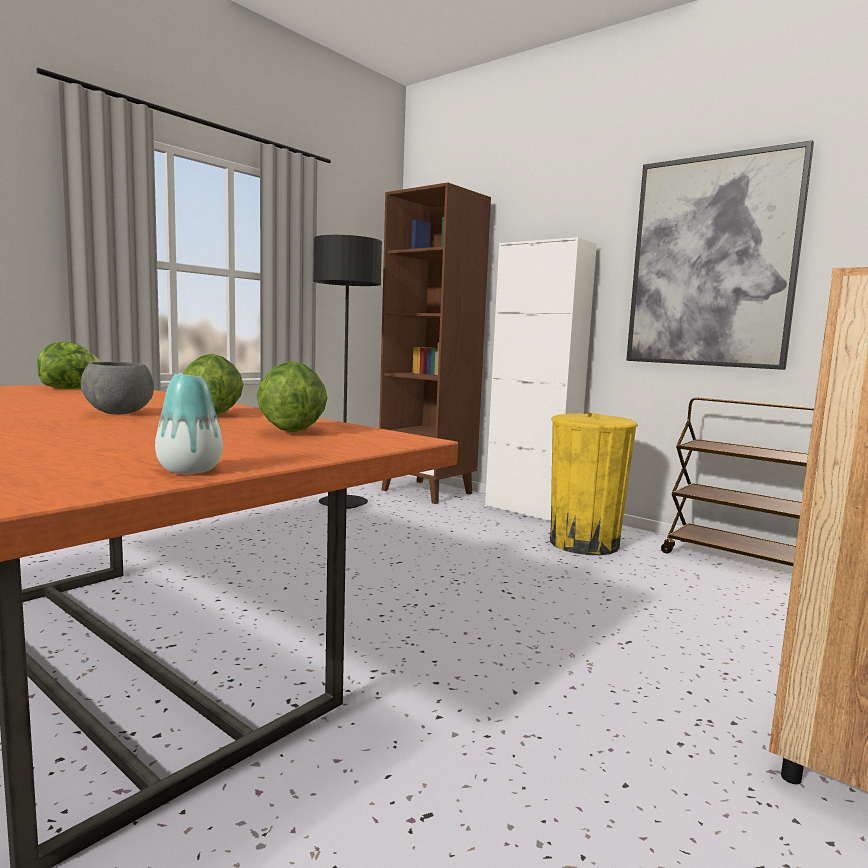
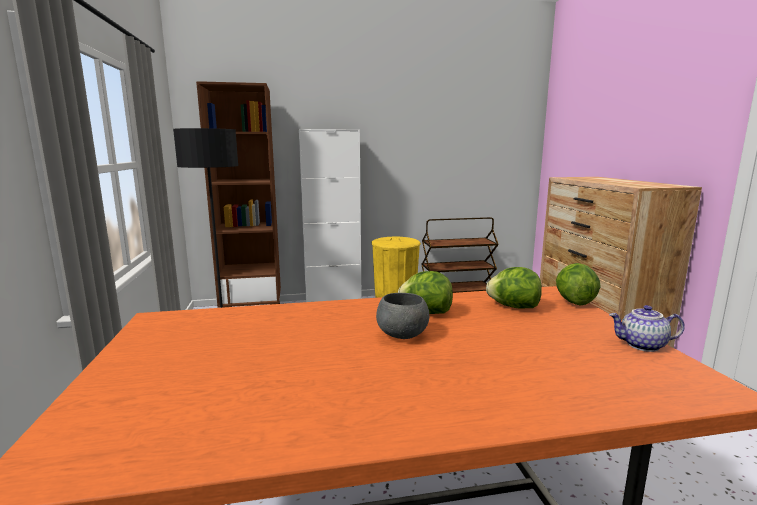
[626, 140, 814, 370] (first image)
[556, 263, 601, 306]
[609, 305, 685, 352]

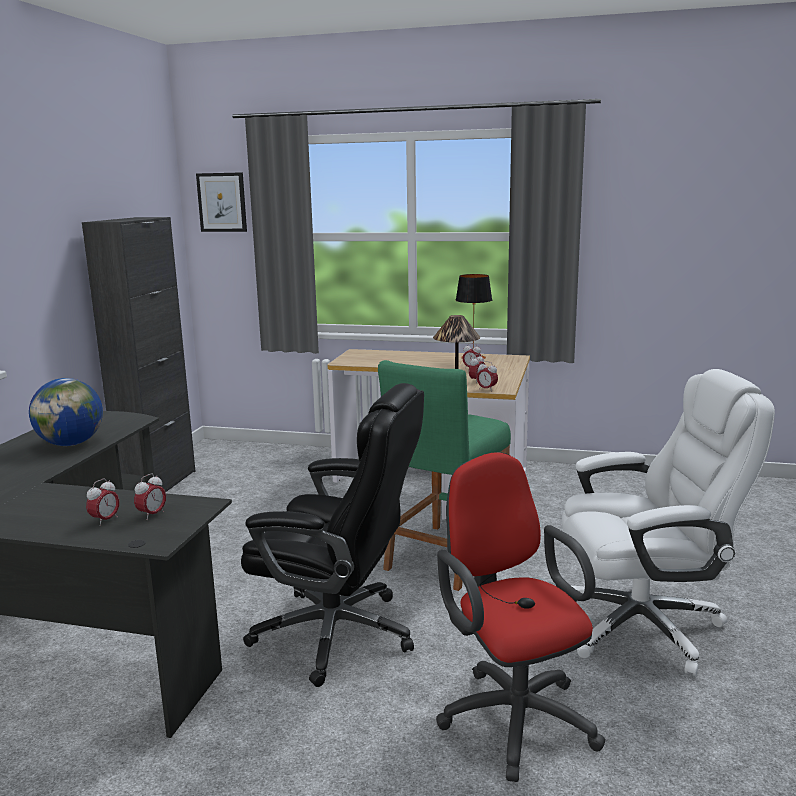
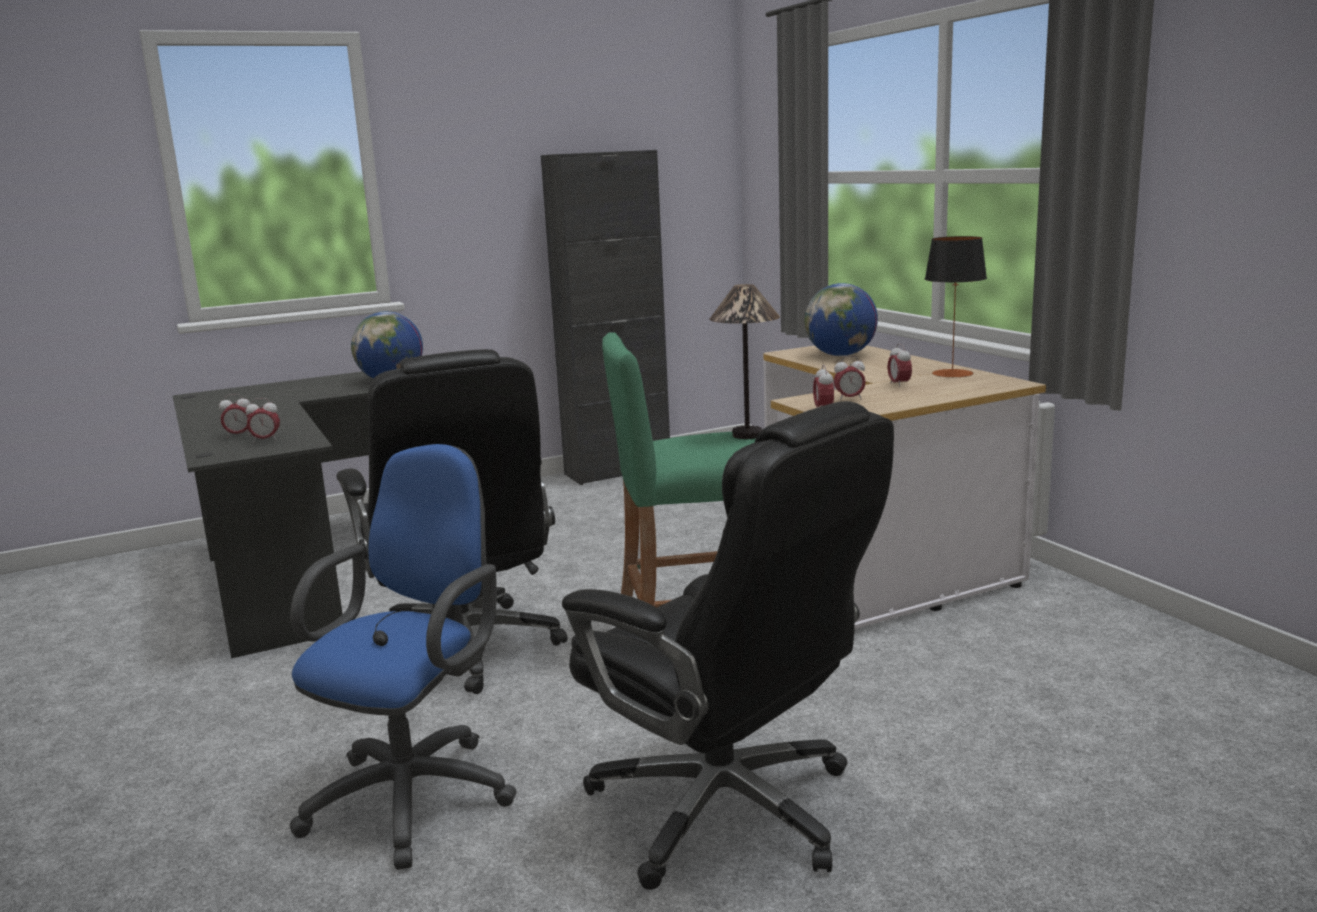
[196, 172, 247, 232] (first image)
[805, 283, 878, 356]
[290, 444, 516, 870]
[562, 401, 894, 890]

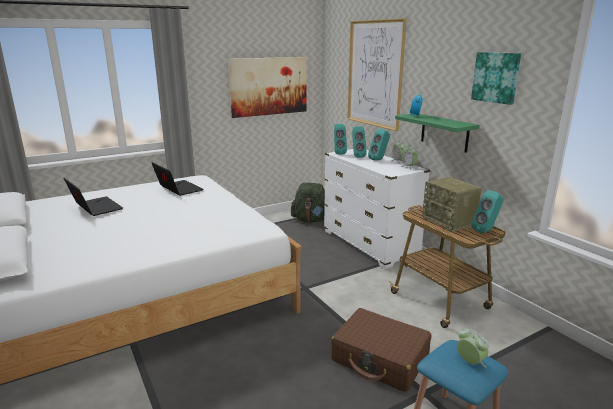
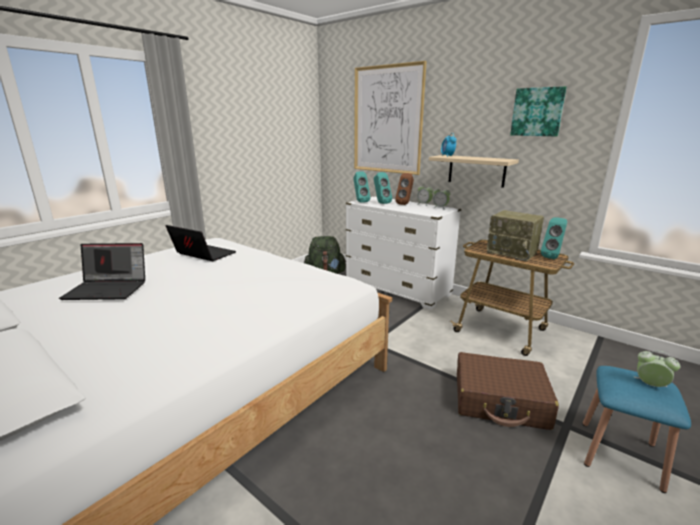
[228, 57, 307, 118] (first image)
[395, 173, 414, 205]
[429, 155, 519, 188]
[59, 243, 145, 300]

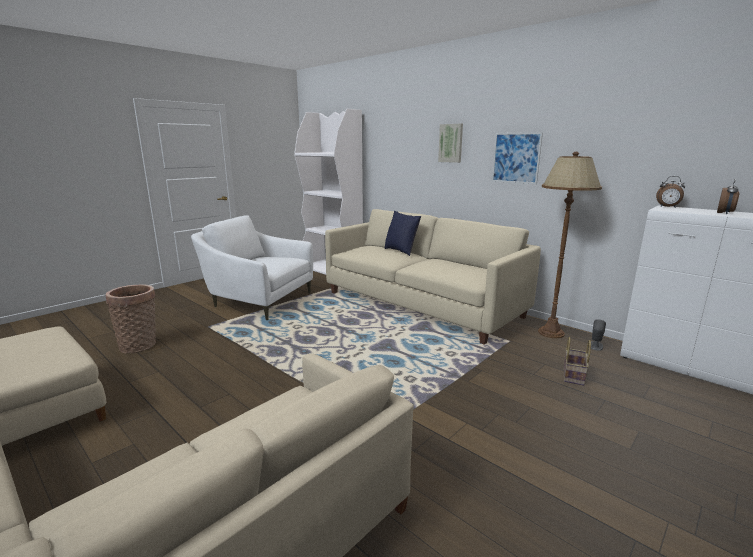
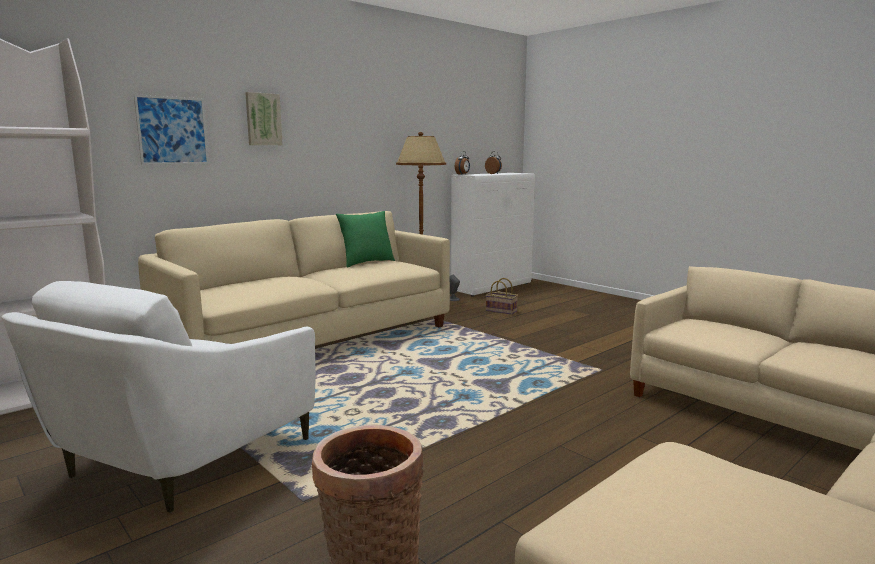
[384, 211, 421, 256] (first image)
[336, 211, 395, 268]
[134, 94, 209, 165]

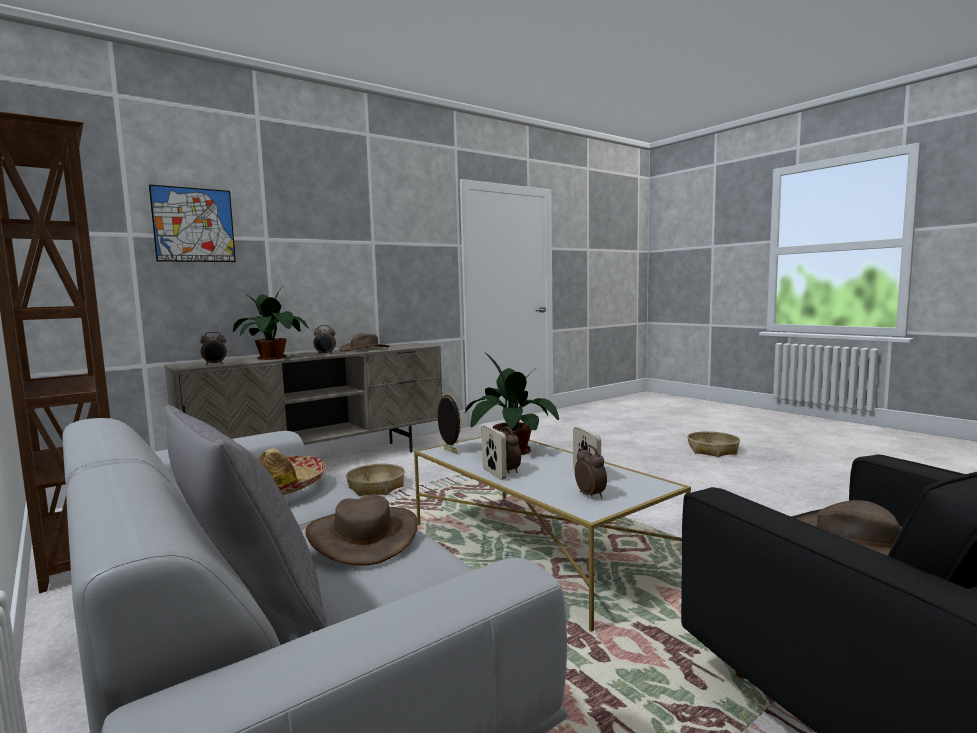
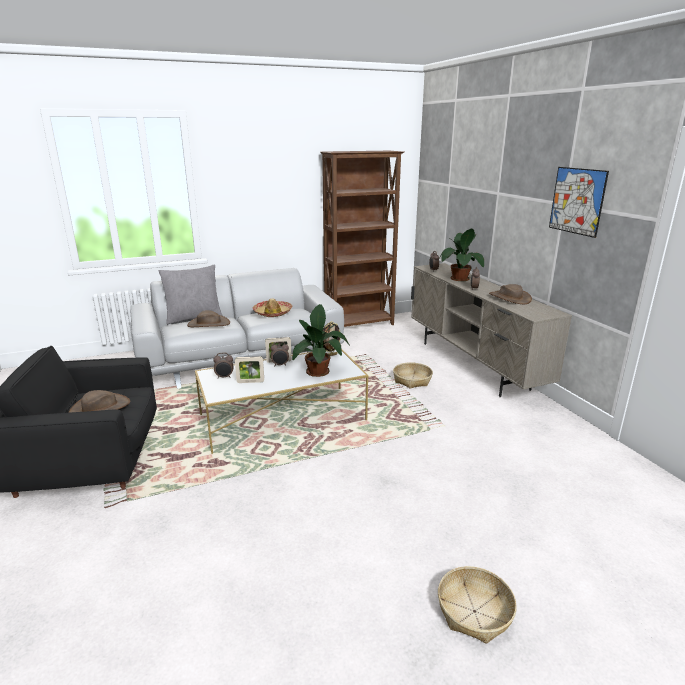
[549, 167, 609, 238]

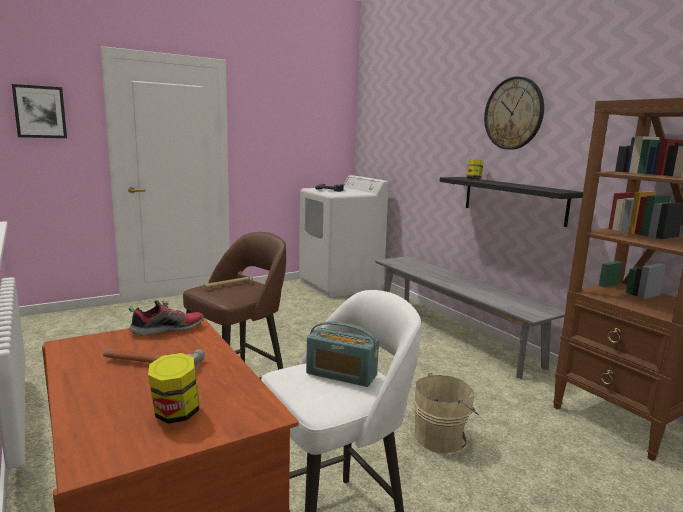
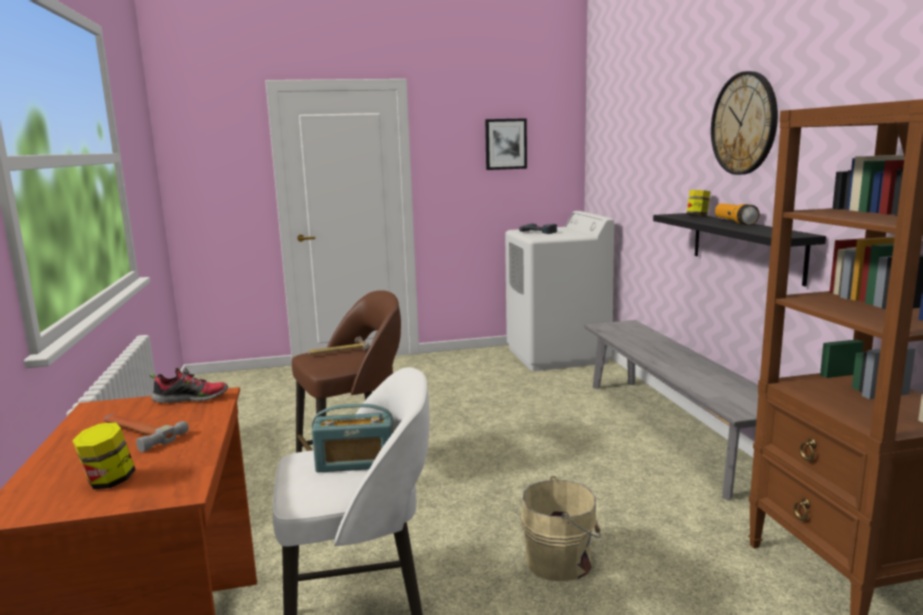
[715, 203, 759, 225]
[485, 118, 527, 170]
[312, 404, 394, 473]

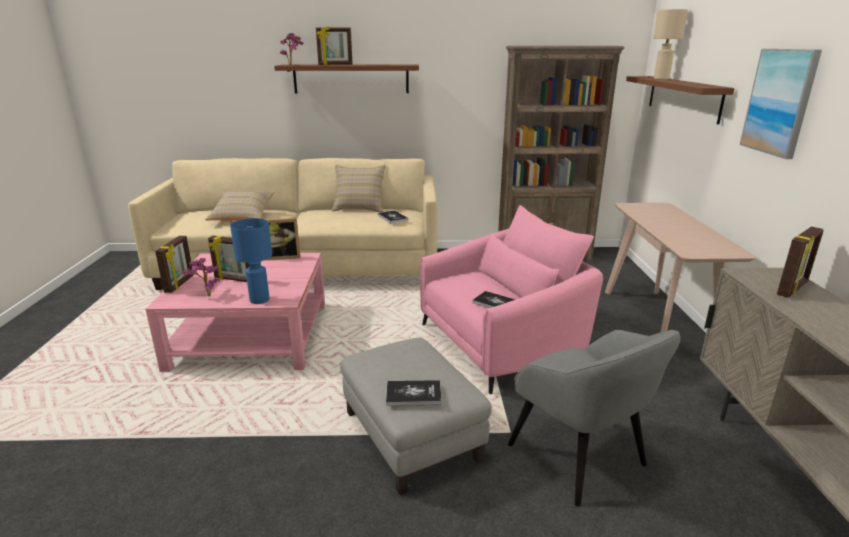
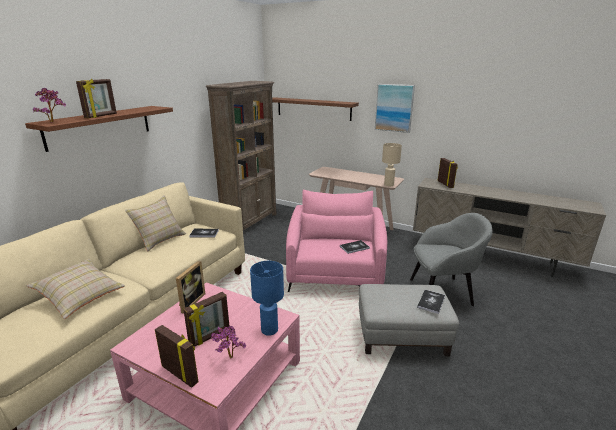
[382, 143, 402, 186]

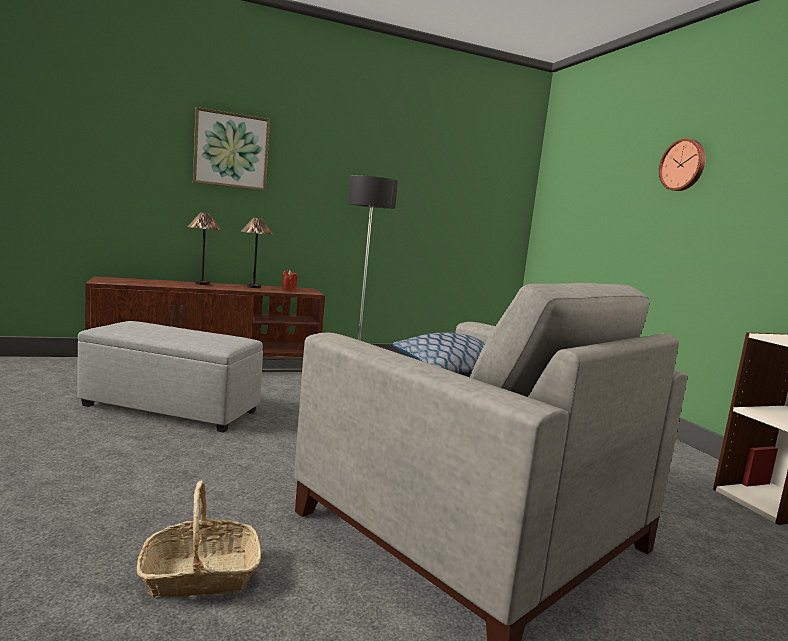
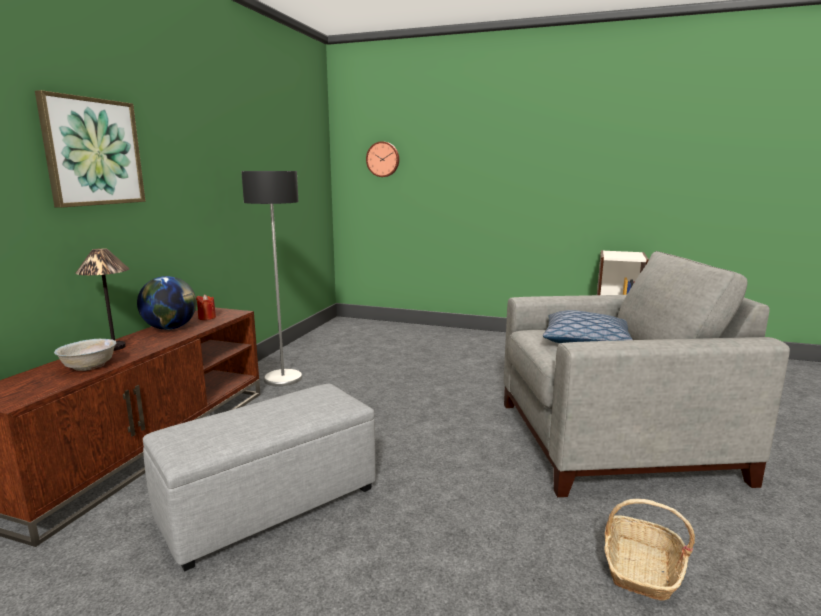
[54, 339, 116, 371]
[366, 141, 399, 177]
[137, 276, 196, 330]

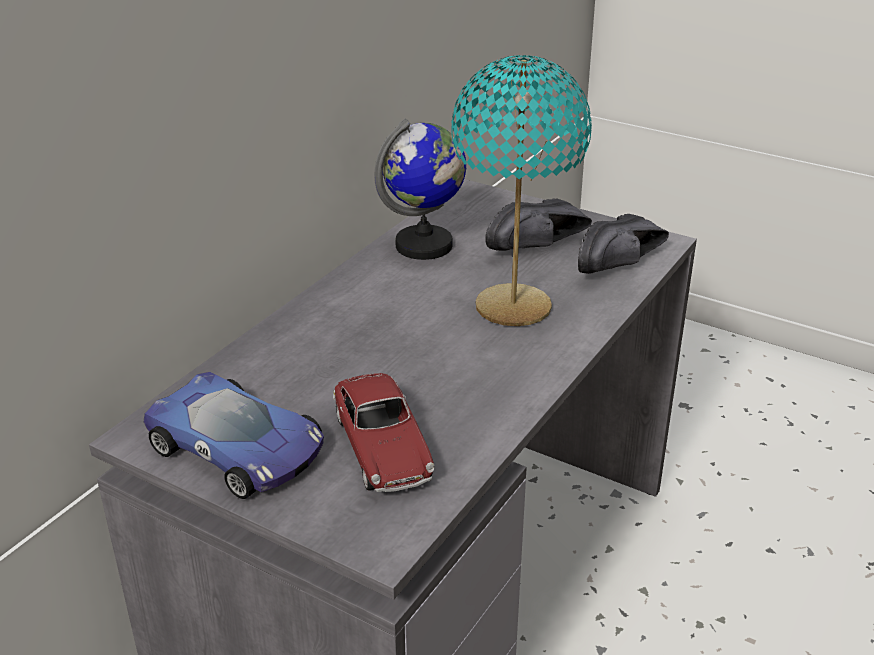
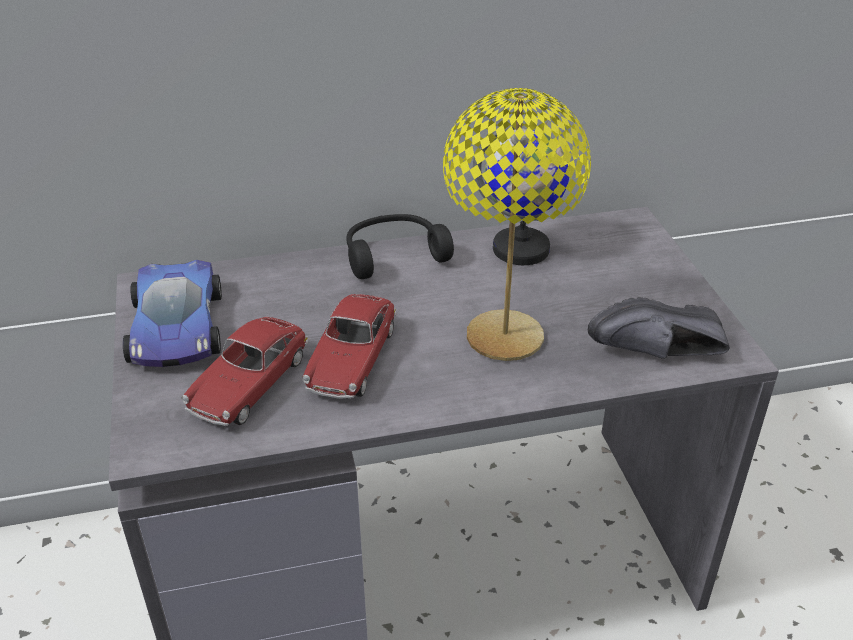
[485, 198, 592, 251] (first image)
[302, 294, 396, 399]
[346, 214, 454, 279]
[443, 88, 591, 361]

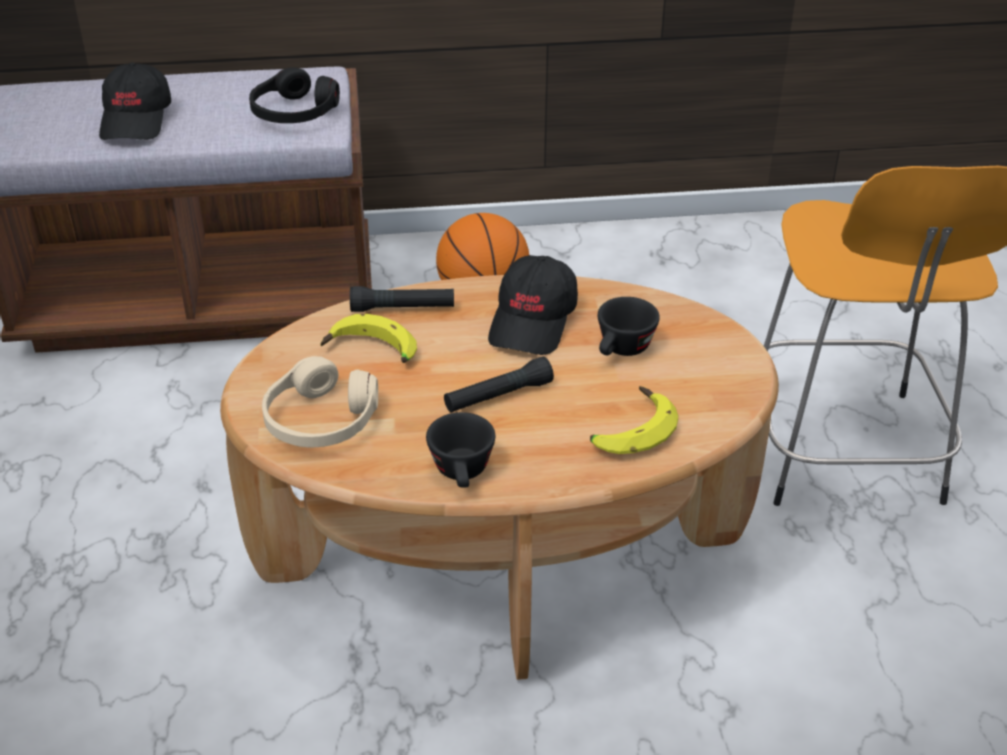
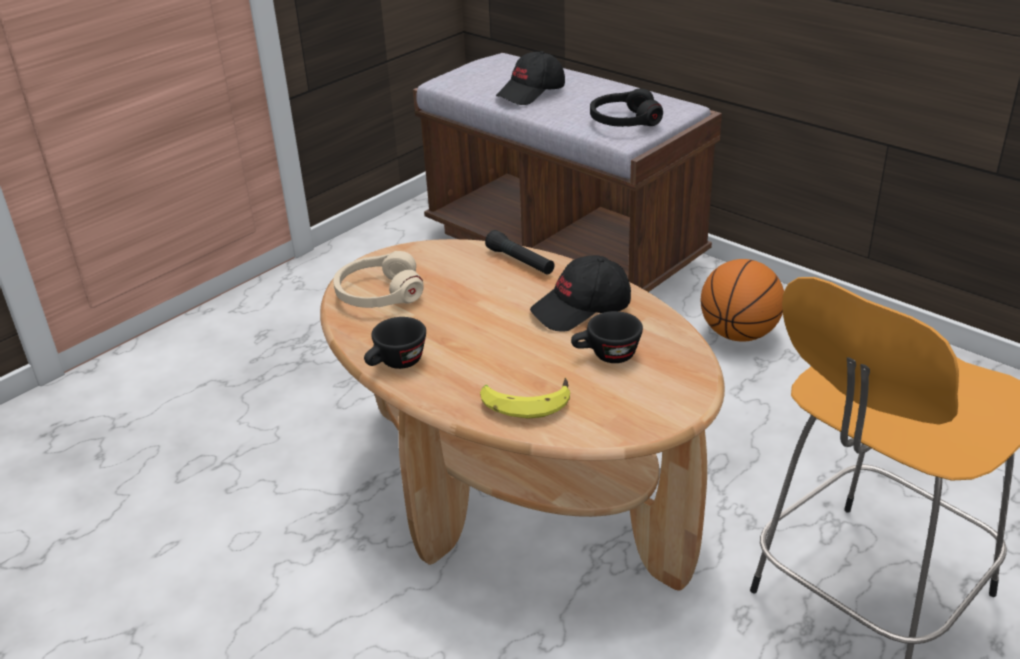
[321, 314, 417, 363] (first image)
[444, 356, 554, 412] (first image)

